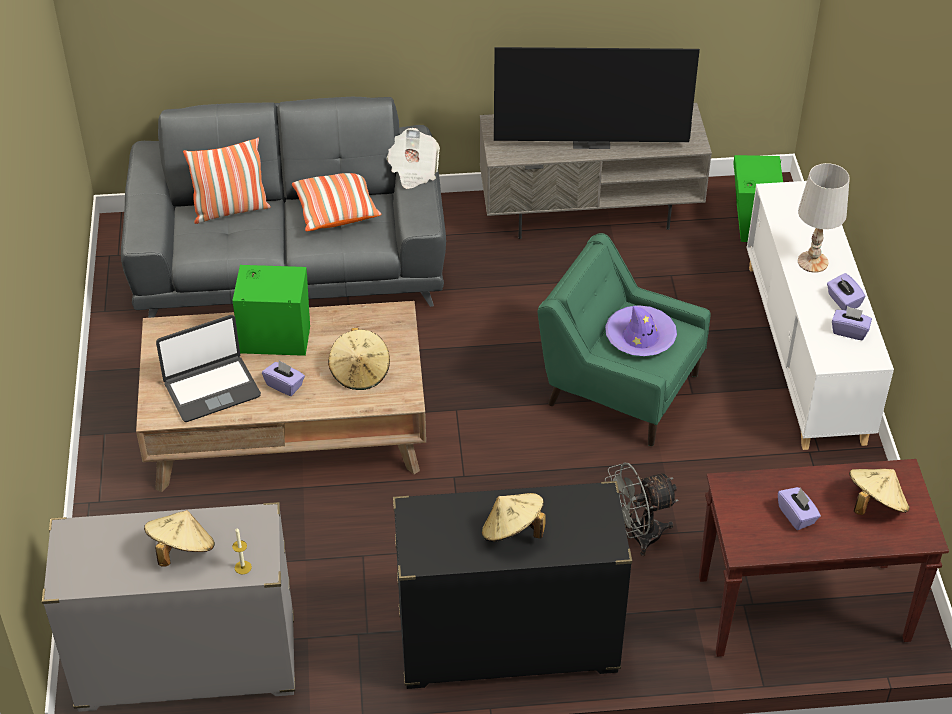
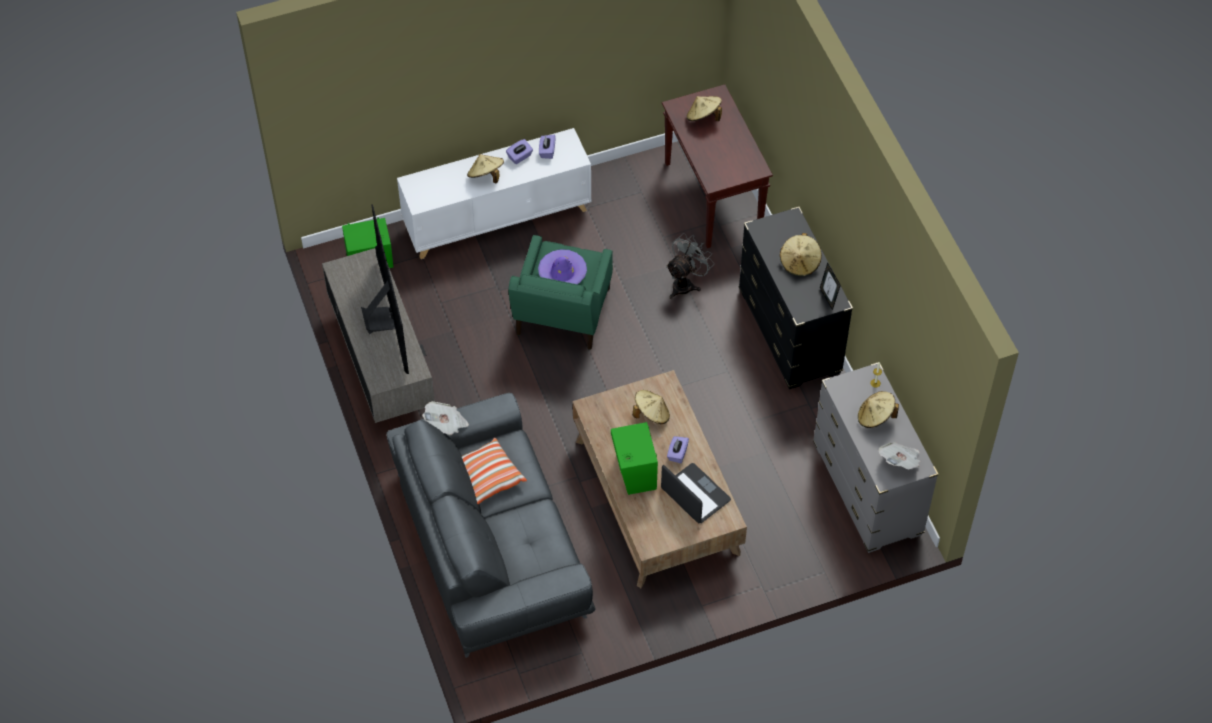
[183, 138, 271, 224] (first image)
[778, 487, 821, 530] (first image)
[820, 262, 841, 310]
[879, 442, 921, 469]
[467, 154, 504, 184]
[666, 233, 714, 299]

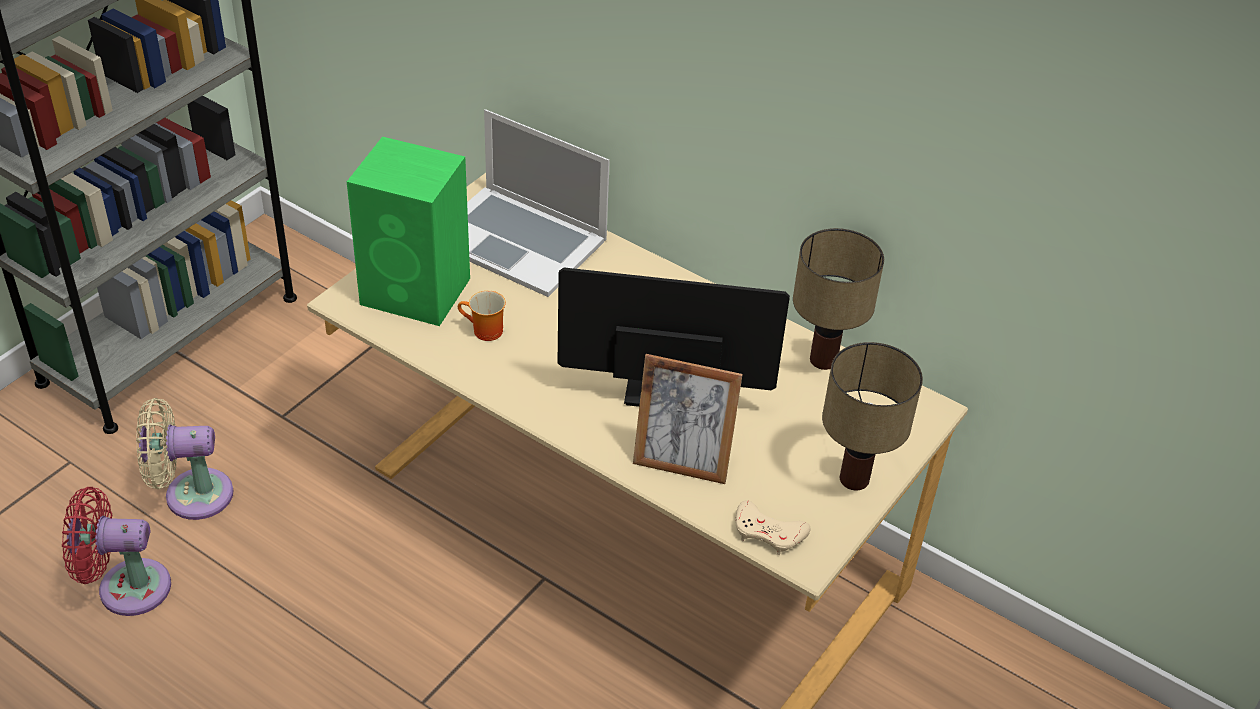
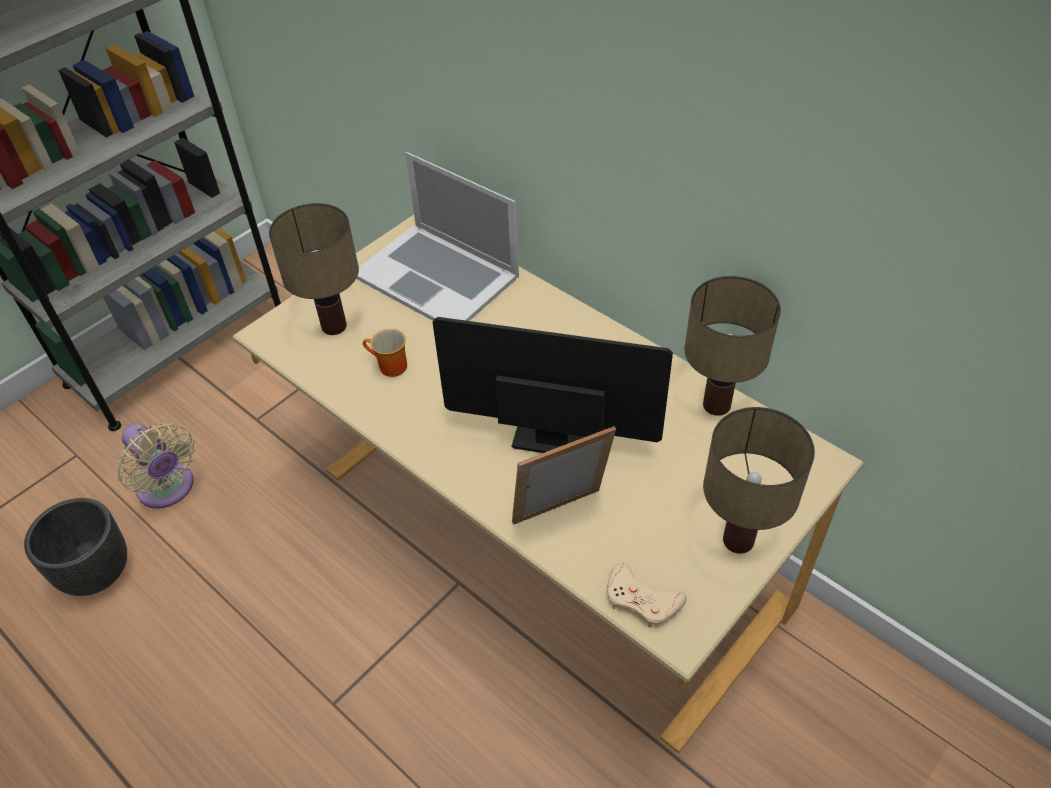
[24, 498, 127, 596]
[269, 203, 359, 335]
[117, 423, 195, 509]
[512, 426, 616, 525]

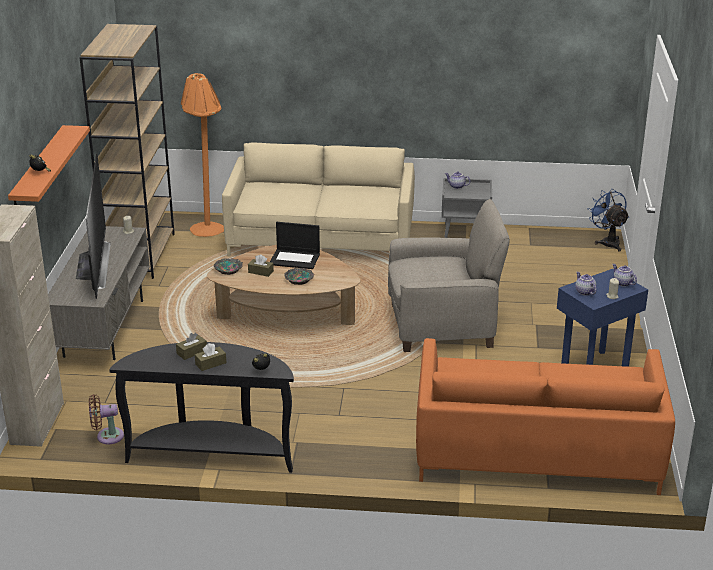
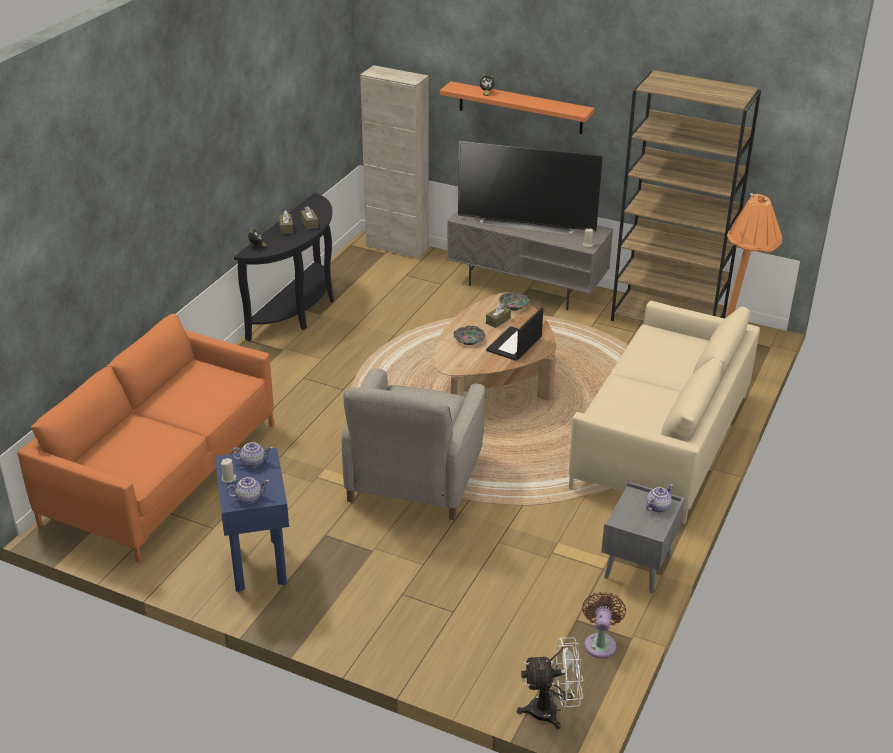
[582, 592, 626, 658]
[517, 637, 583, 729]

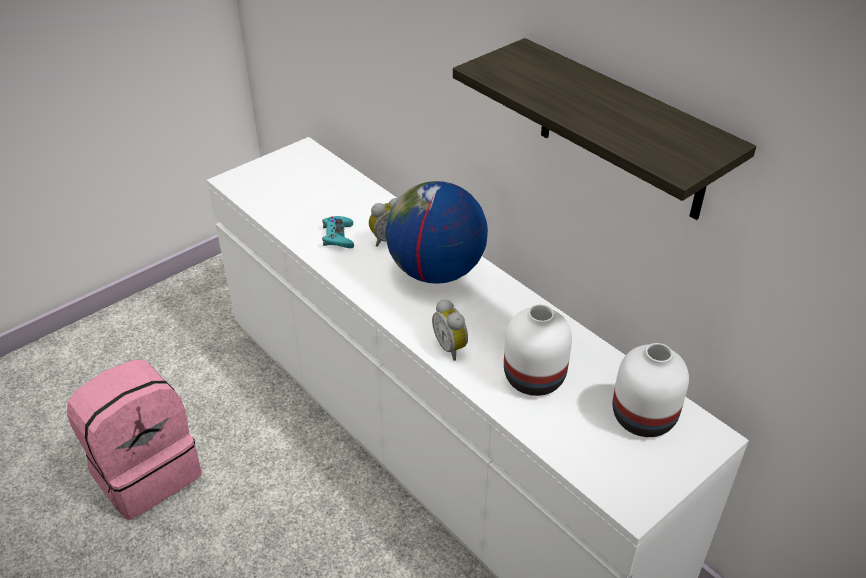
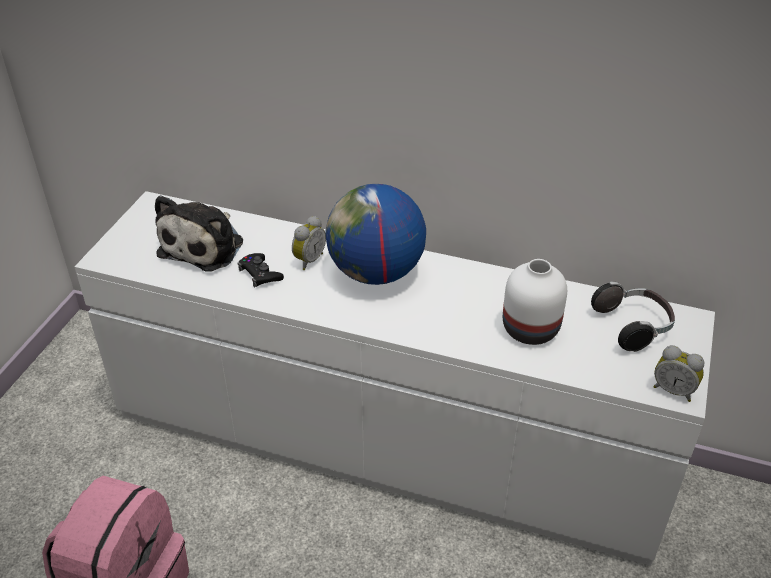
[453, 38, 756, 220] (first image)
[155, 195, 243, 271]
[653, 345, 704, 402]
[591, 281, 675, 352]
[238, 253, 284, 287]

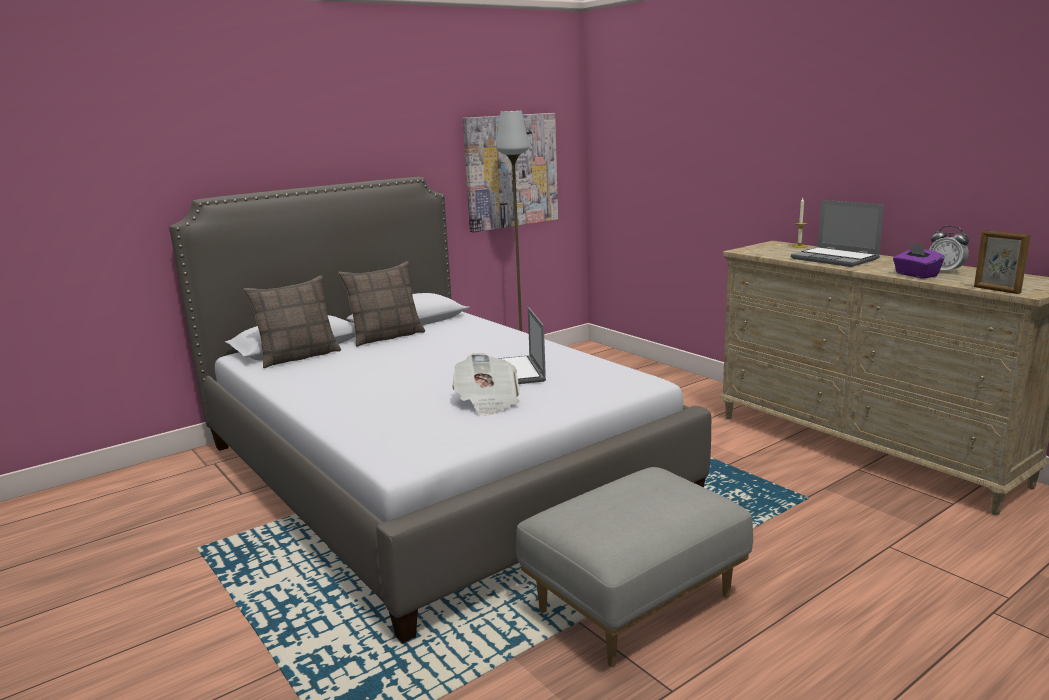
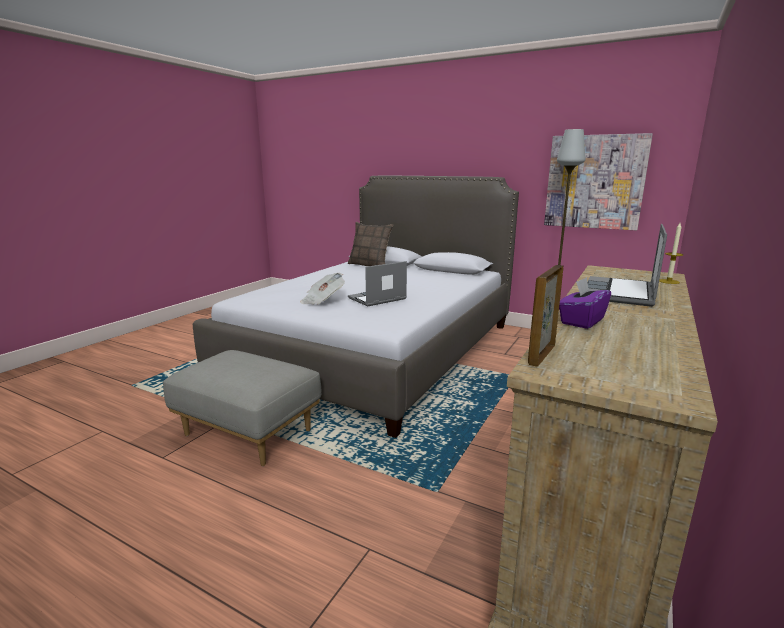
[338, 261, 425, 347] (first image)
[929, 226, 969, 274] (first image)

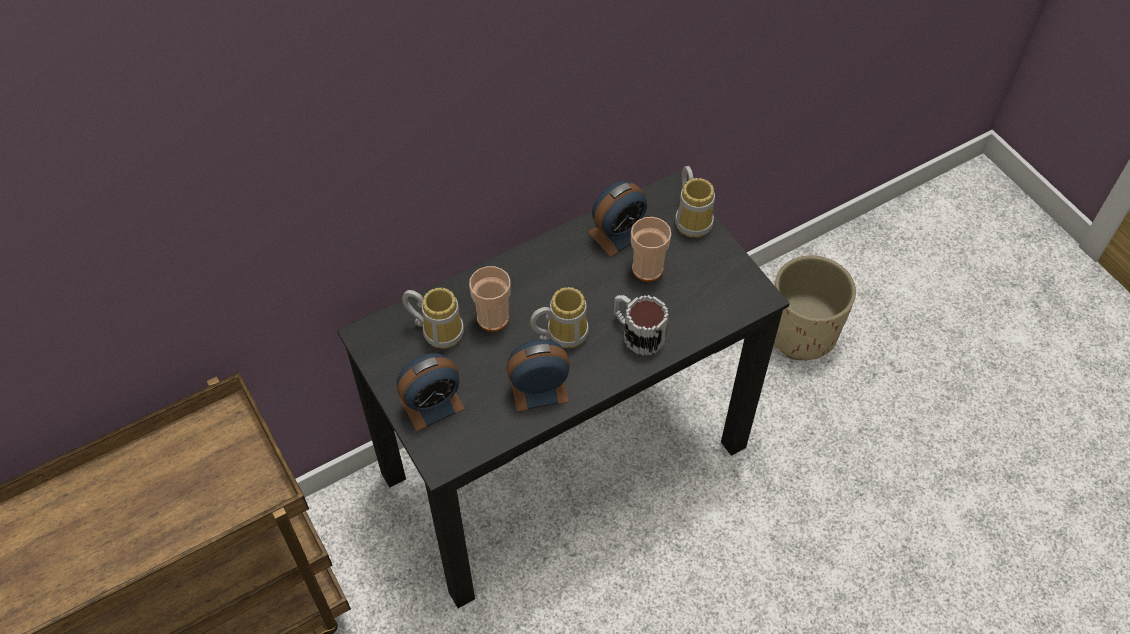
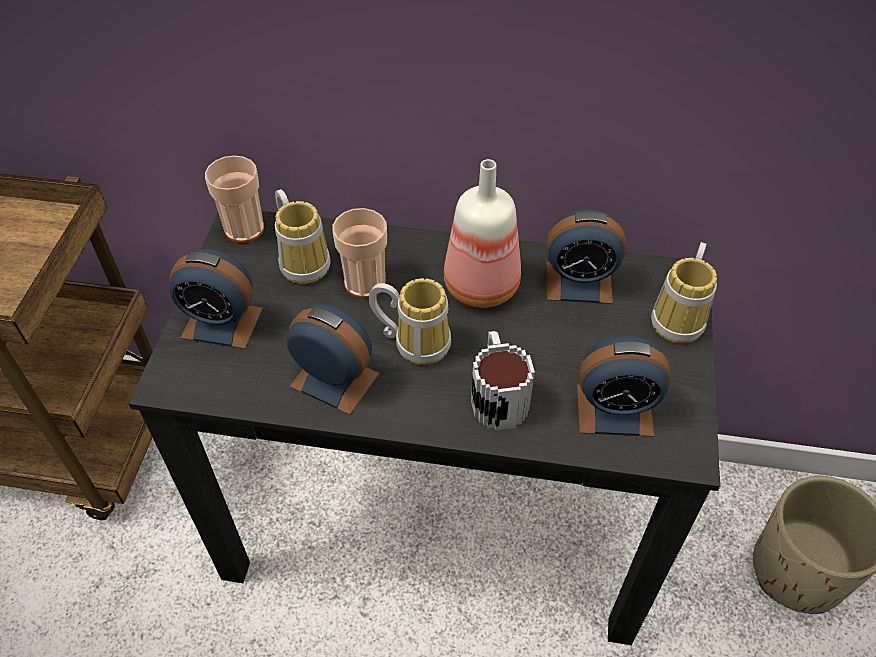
[444, 159, 521, 308]
[577, 336, 671, 437]
[205, 155, 264, 243]

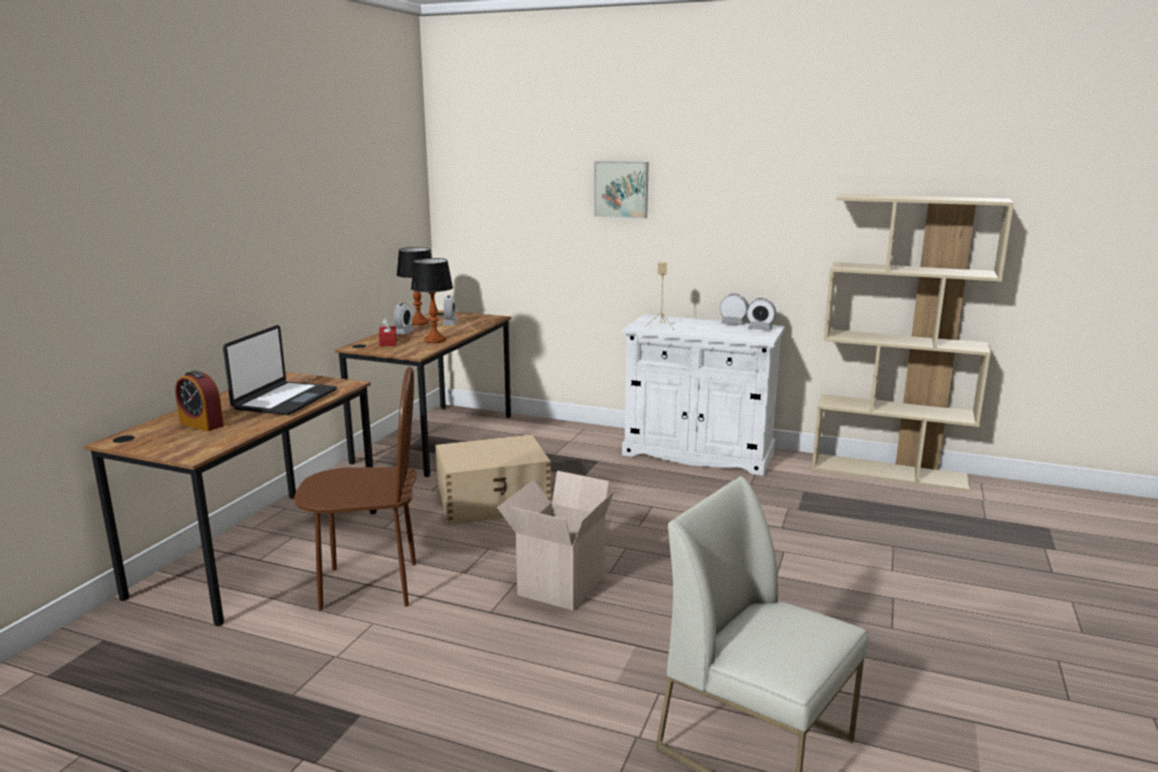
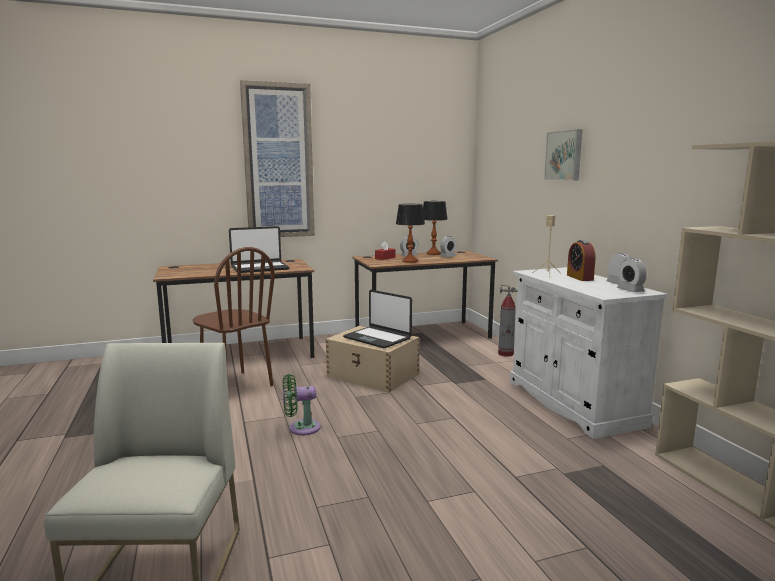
[240, 80, 315, 237]
[343, 290, 412, 348]
[498, 285, 517, 357]
[567, 240, 596, 281]
[283, 374, 321, 435]

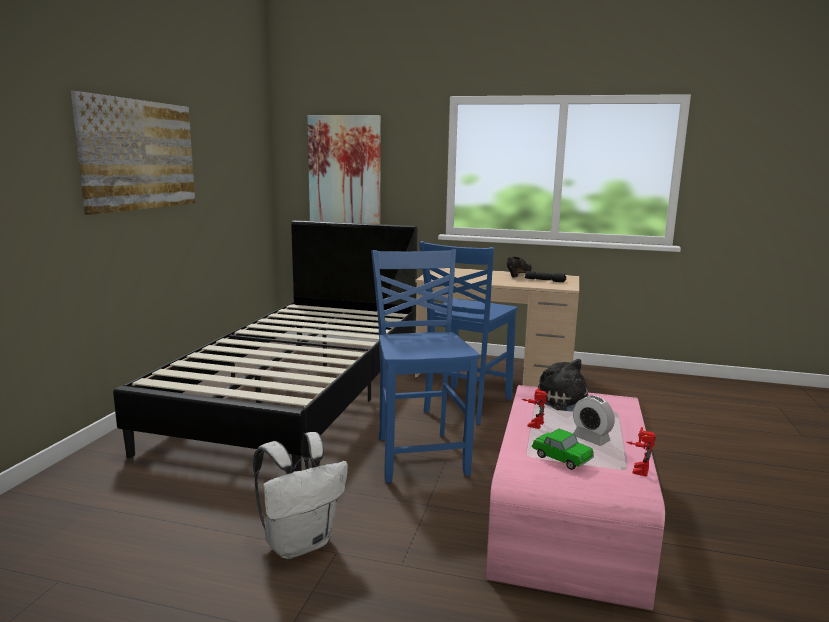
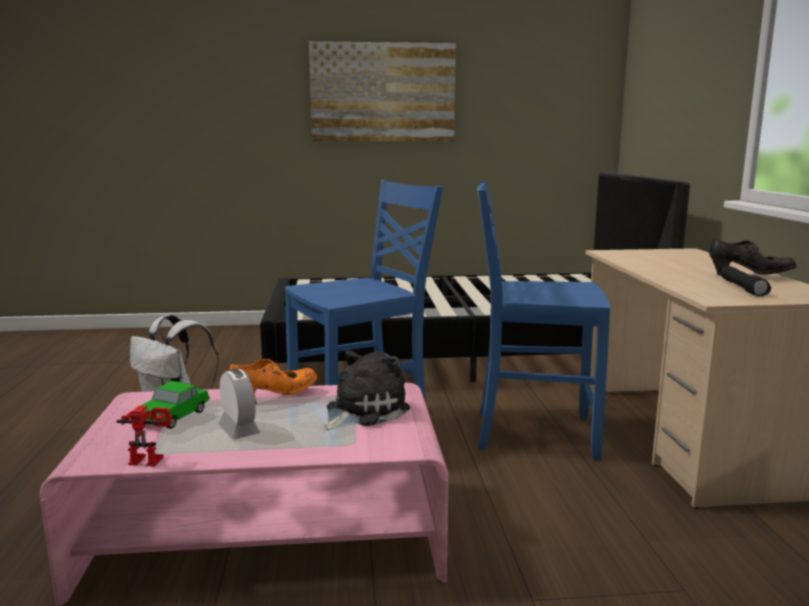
[307, 115, 381, 224] (first image)
[230, 359, 317, 404]
[219, 369, 260, 439]

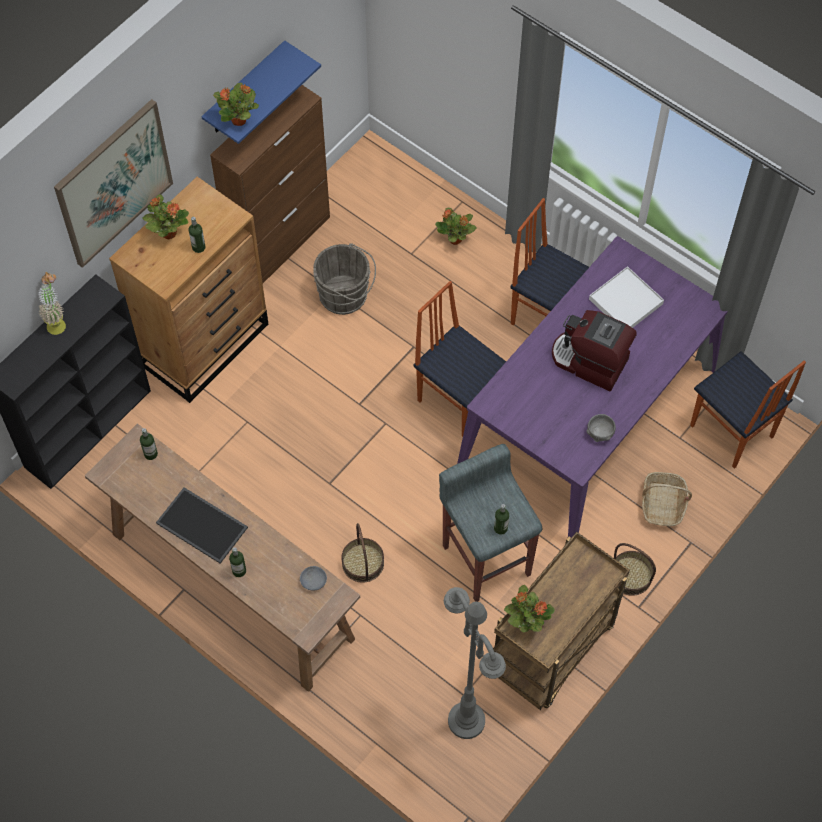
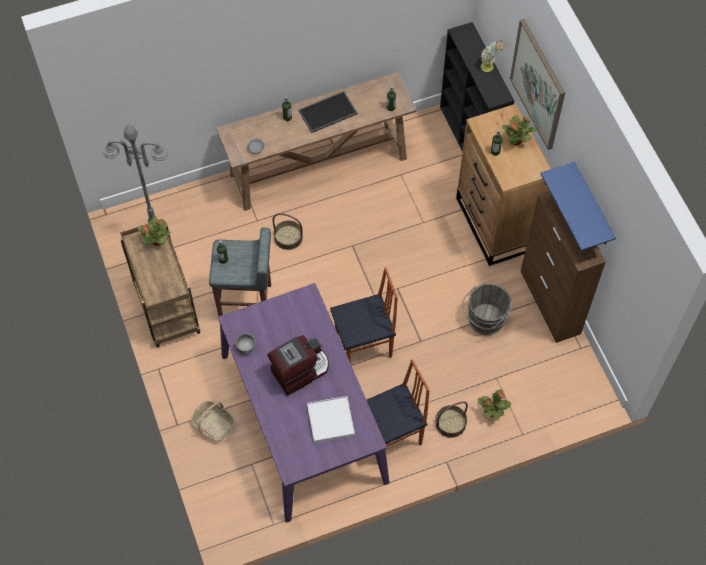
[213, 83, 259, 126] (first image)
[690, 351, 806, 469] (first image)
[435, 401, 468, 438]

